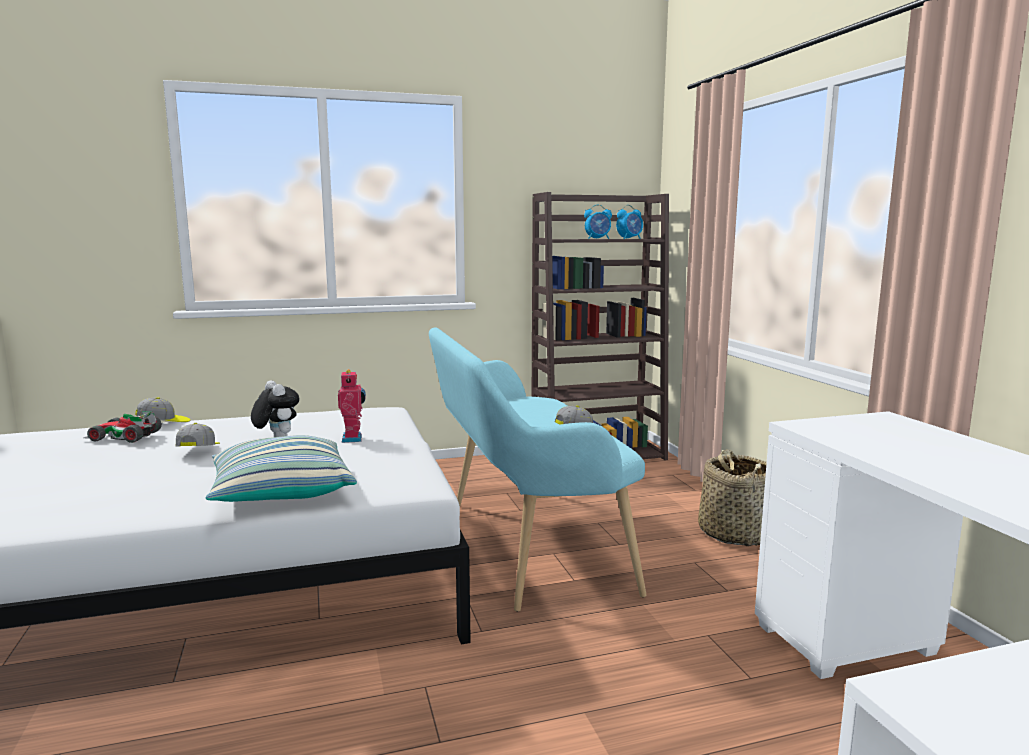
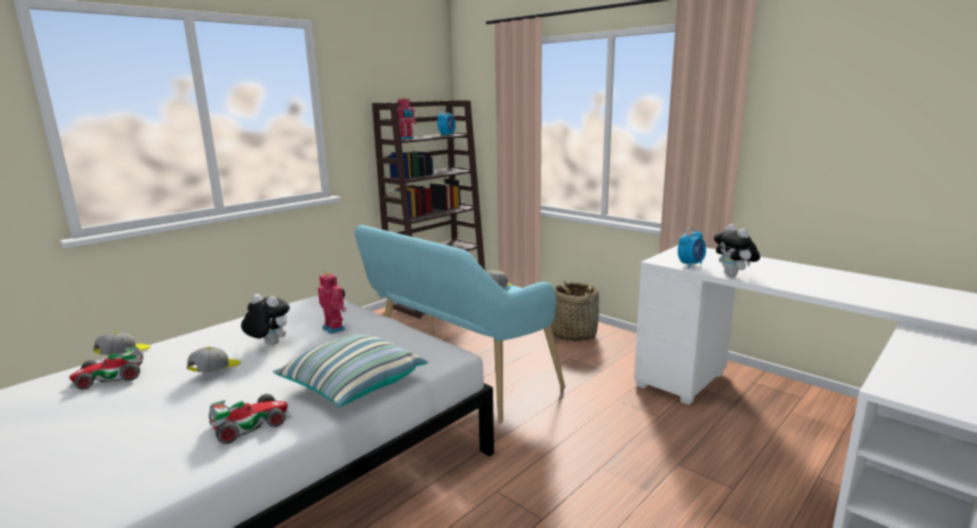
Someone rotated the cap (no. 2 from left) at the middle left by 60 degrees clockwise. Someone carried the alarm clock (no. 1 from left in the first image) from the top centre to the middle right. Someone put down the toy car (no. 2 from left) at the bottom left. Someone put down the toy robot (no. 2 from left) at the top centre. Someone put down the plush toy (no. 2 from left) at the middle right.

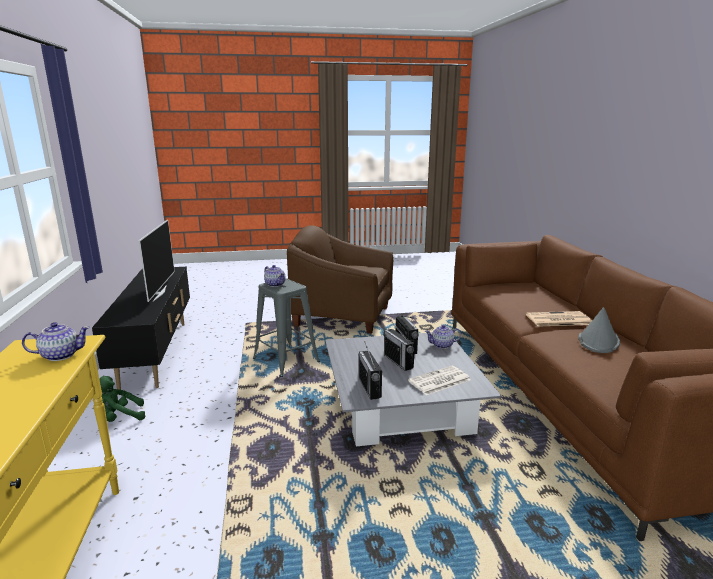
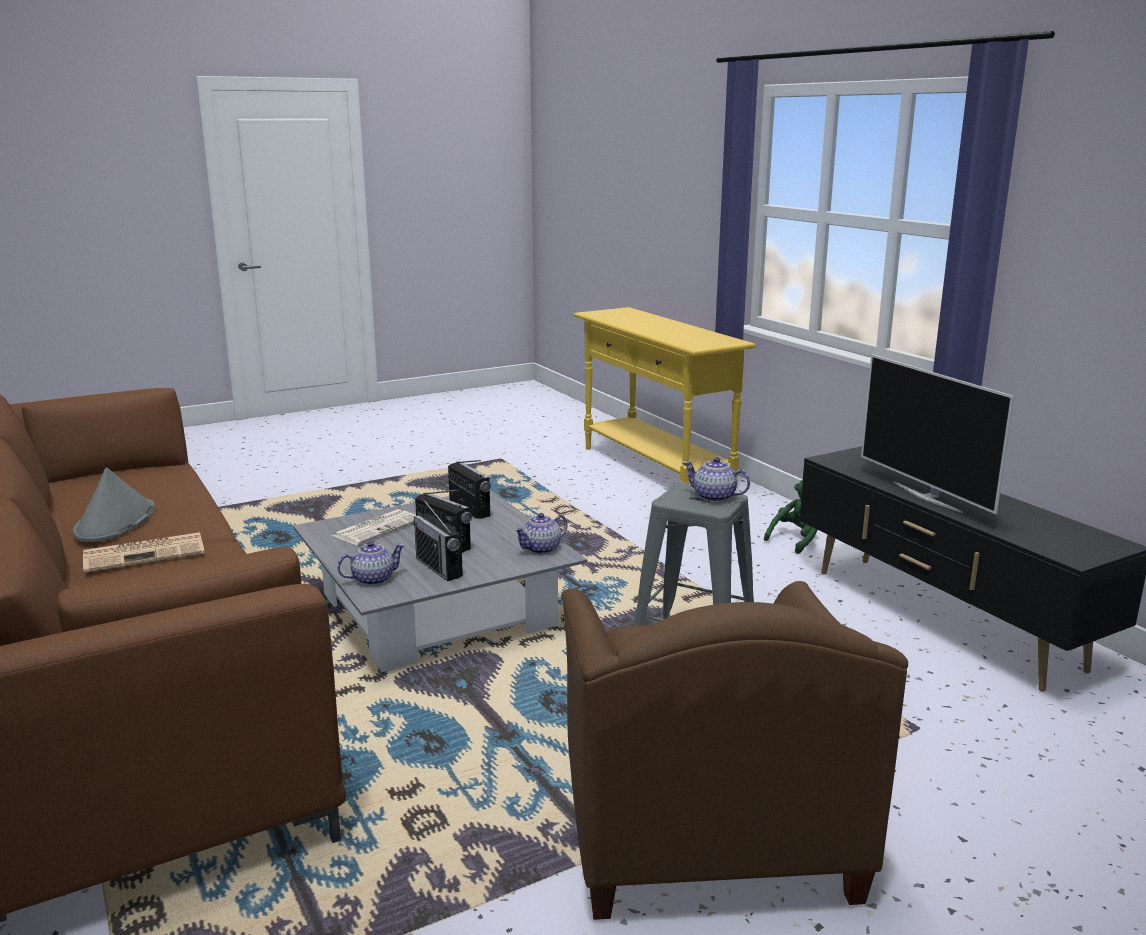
Someone carried the teapot (no. 1 from left in the first image) from the middle left to the centre. Someone rotated the brown armchair at the centre by 90 degrees clockwise.

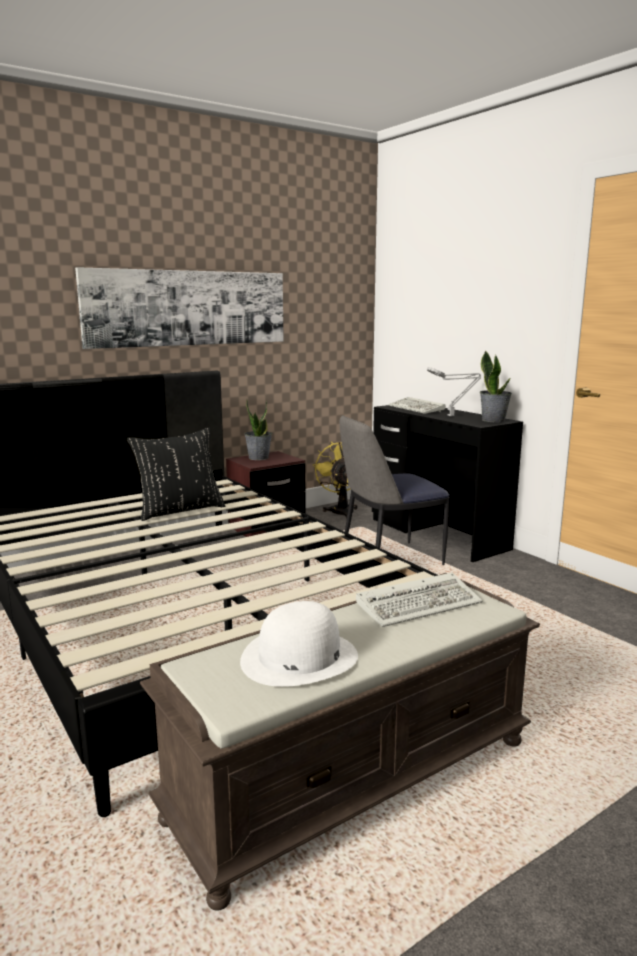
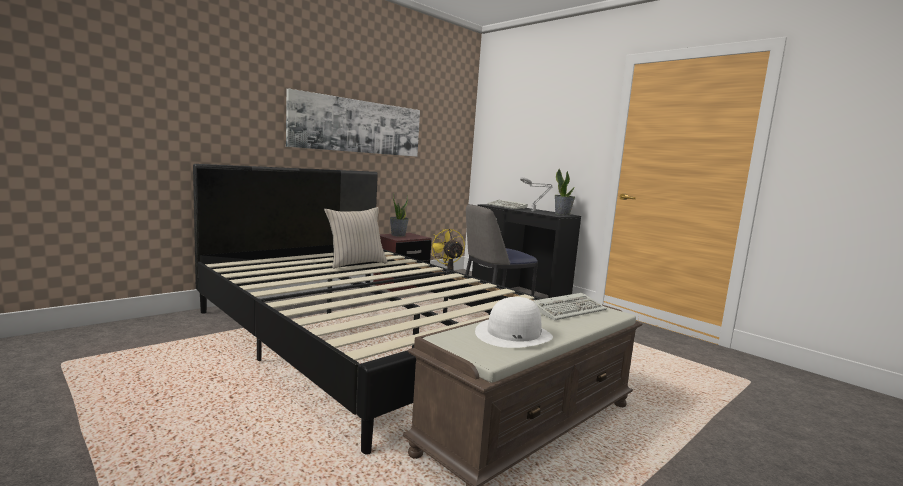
Someone repainted the black pillow at the middle left, which became the beige pillow at the centre.

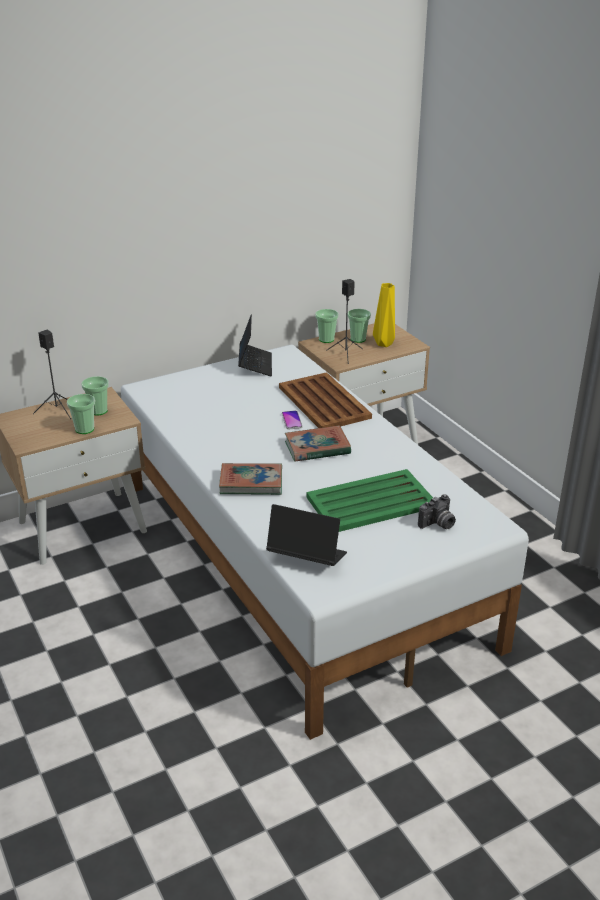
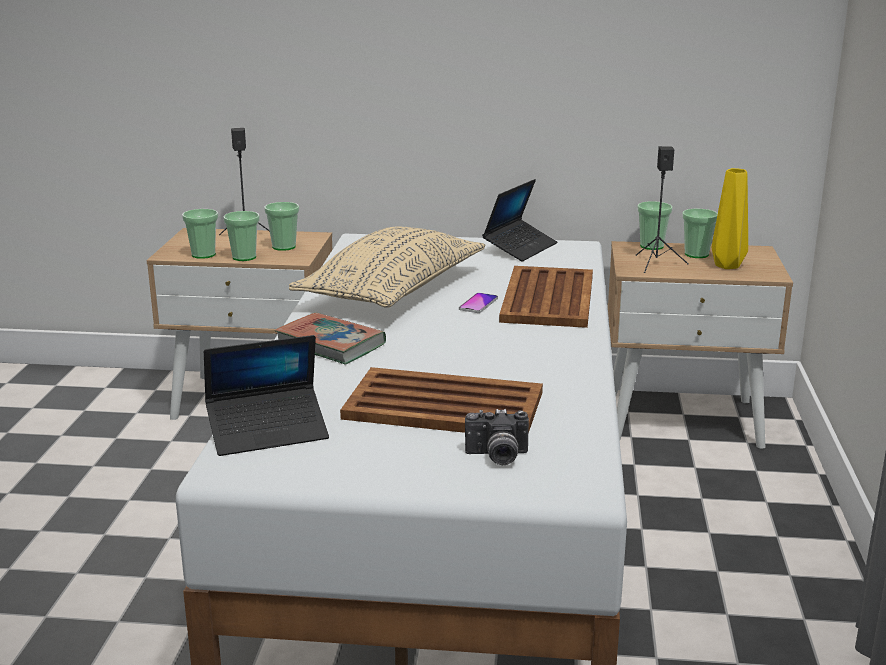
Someone rotated the laptop (no. 2 from left in the first image) at the centre by 105 degrees clockwise. Someone took away the book (no. 2 from left) at the centre. Someone repainted the green tray at the centre, which became the brown tray (no. 1 from left) at the centre. Someone put down the cup (no. 1 from left) at the middle left. Someone put down the beige pillow at the centre.

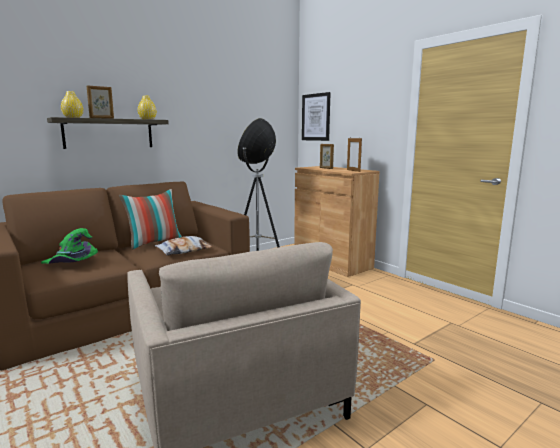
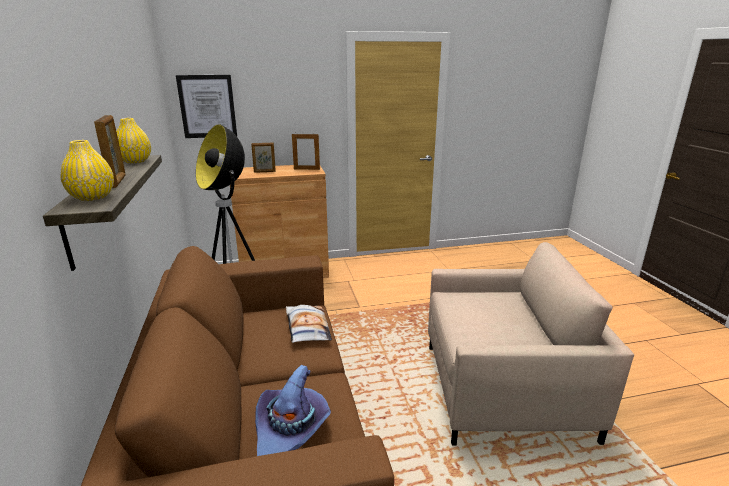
Someone repainted the green hat at the middle left, which became the purple hat at the bottom centre. Someone took away the pillow (no. 1 from left) at the middle left.

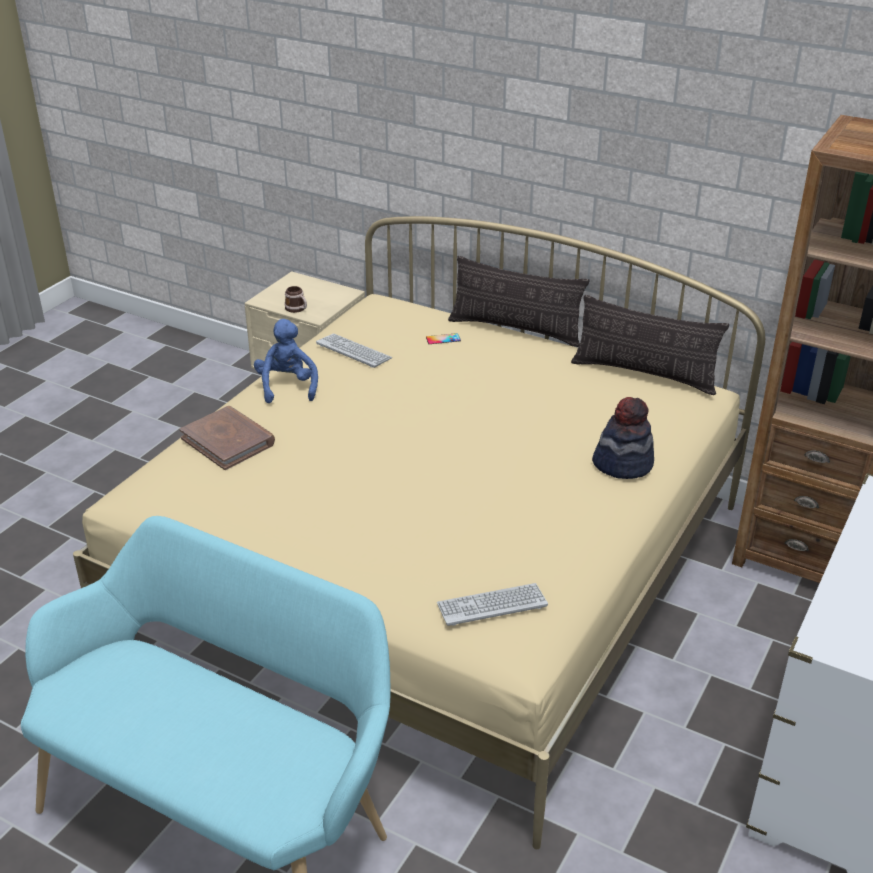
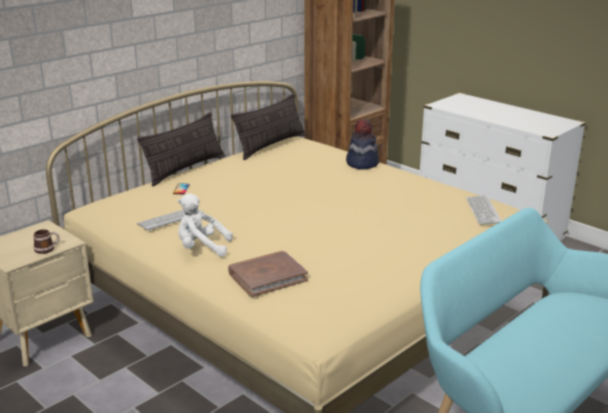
Someone repainted the blue plush toy at the middle left, which became the white plush toy at the centre.

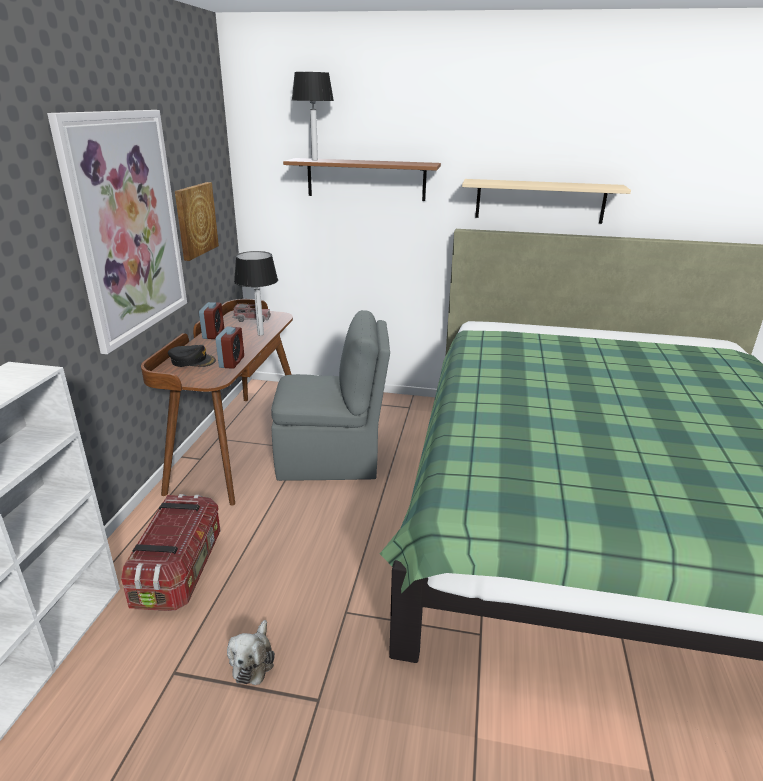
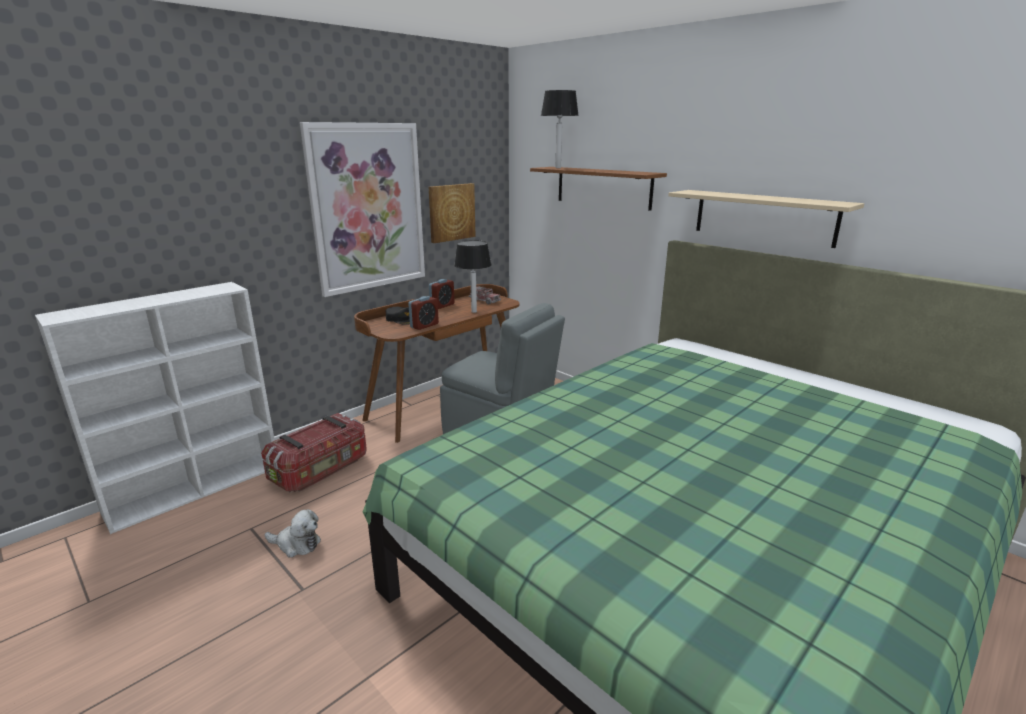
Someone rotated the plush toy at the bottom left by 120 degrees counterclockwise.

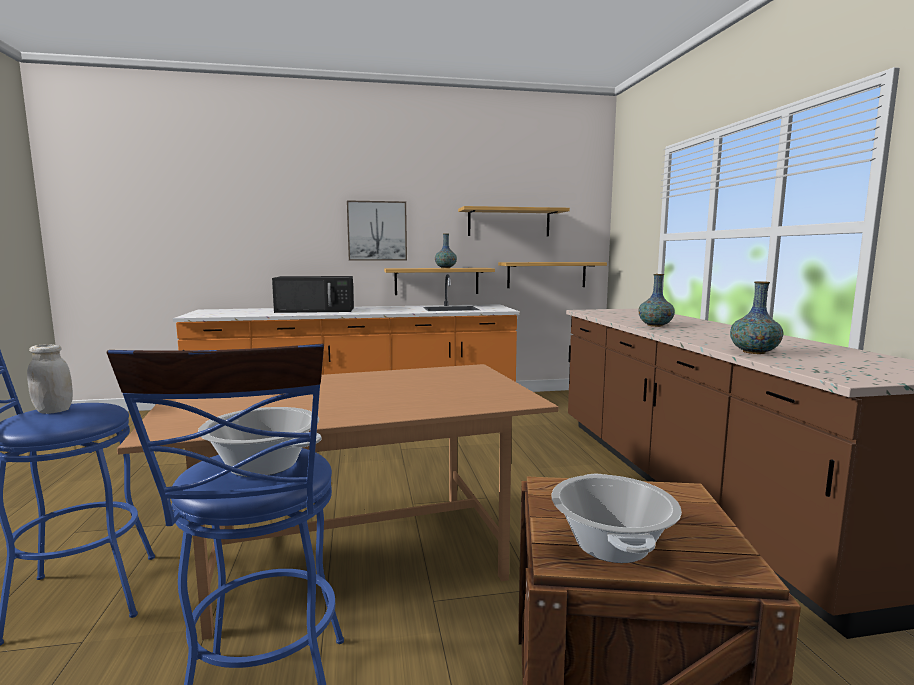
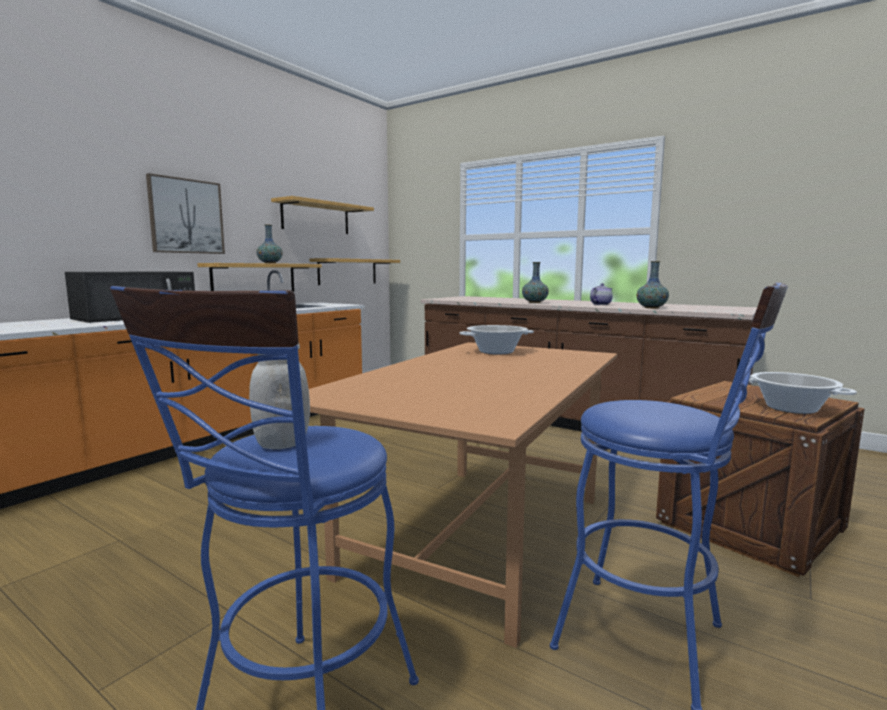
Someone carried the cooking pot (no. 1 from left) from the middle left to the centre. Someone put down the teapot at the middle right.

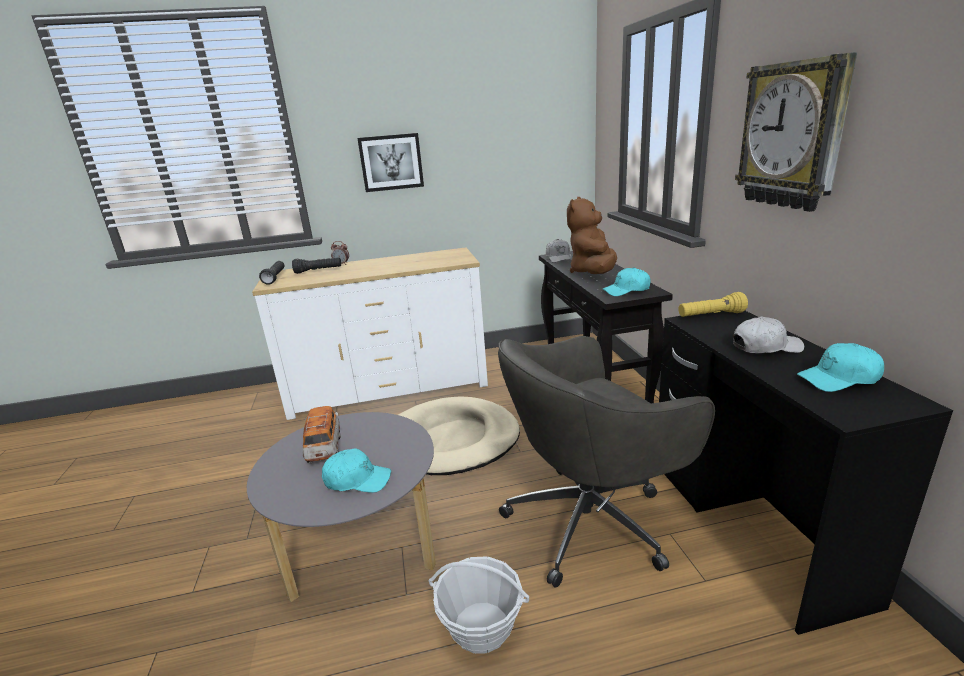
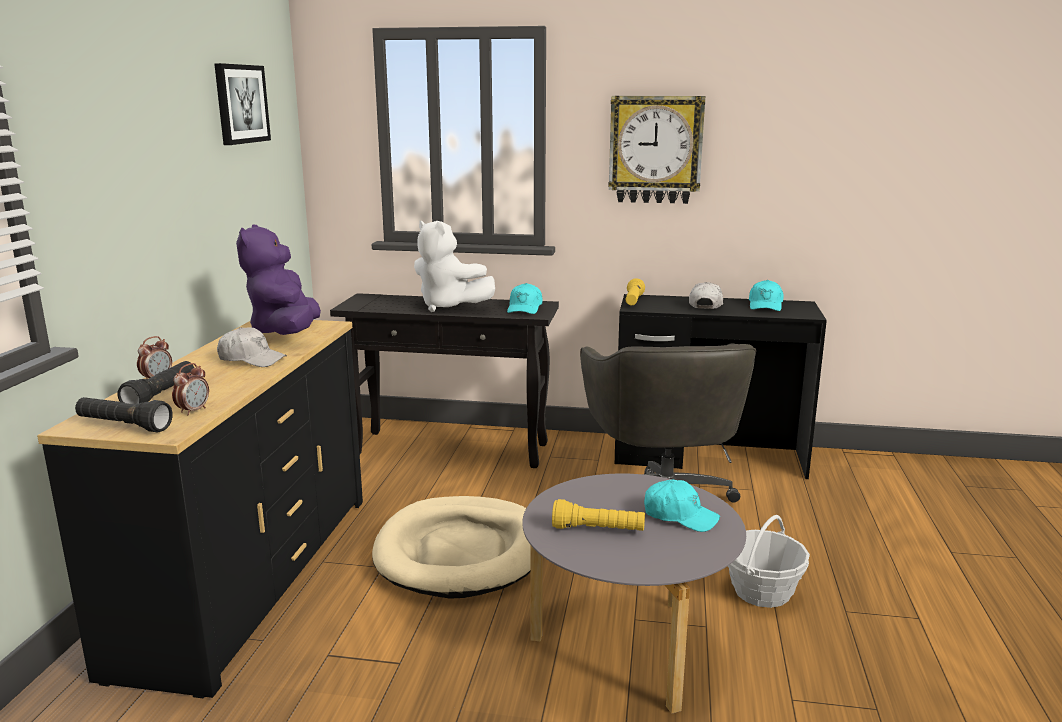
Someone repainted the white dresser at the centre, which became the black dresser at the bottom left. Someone swapped the toy car at the middle left for the yellow flashlight (no. 1 from left) at the bottom centre. Someone rotated the turquoise cap (no. 1 from left in the first image) at the bottom centre by 90 degrees clockwise. Someone carried the picture from the top centre to the top left. Someone carried the white cap (no. 1 from left) from the centre to the middle left. Someone repainted the brown plush toy at the centre, which became the white plush toy at the centre. Someone put down the alarm clock (no. 2 from left) at the middle left. Someone put down the purple plush toy at the middle left.

